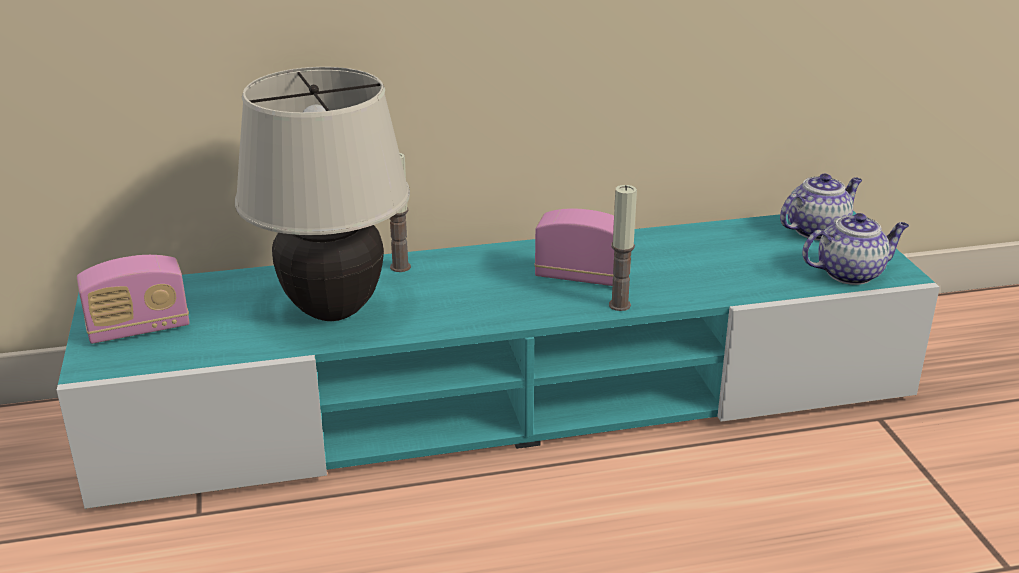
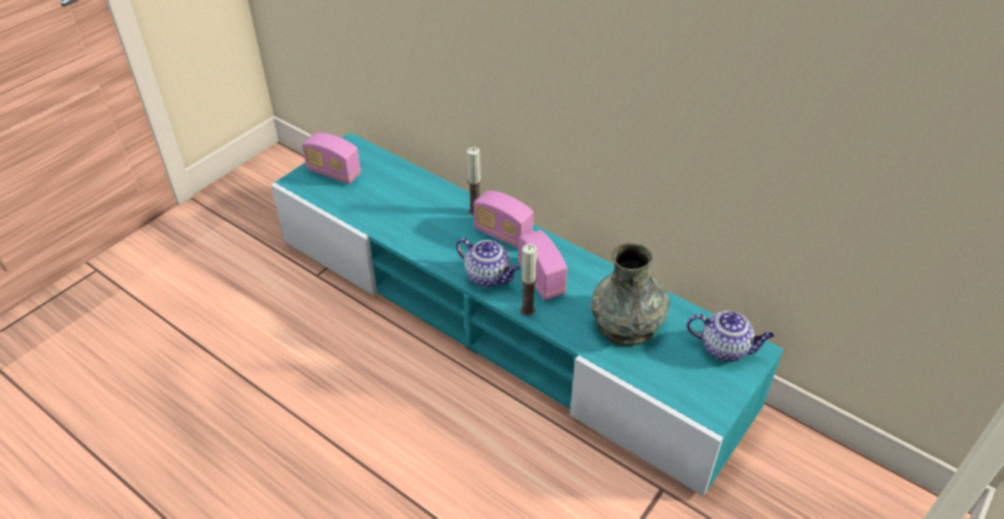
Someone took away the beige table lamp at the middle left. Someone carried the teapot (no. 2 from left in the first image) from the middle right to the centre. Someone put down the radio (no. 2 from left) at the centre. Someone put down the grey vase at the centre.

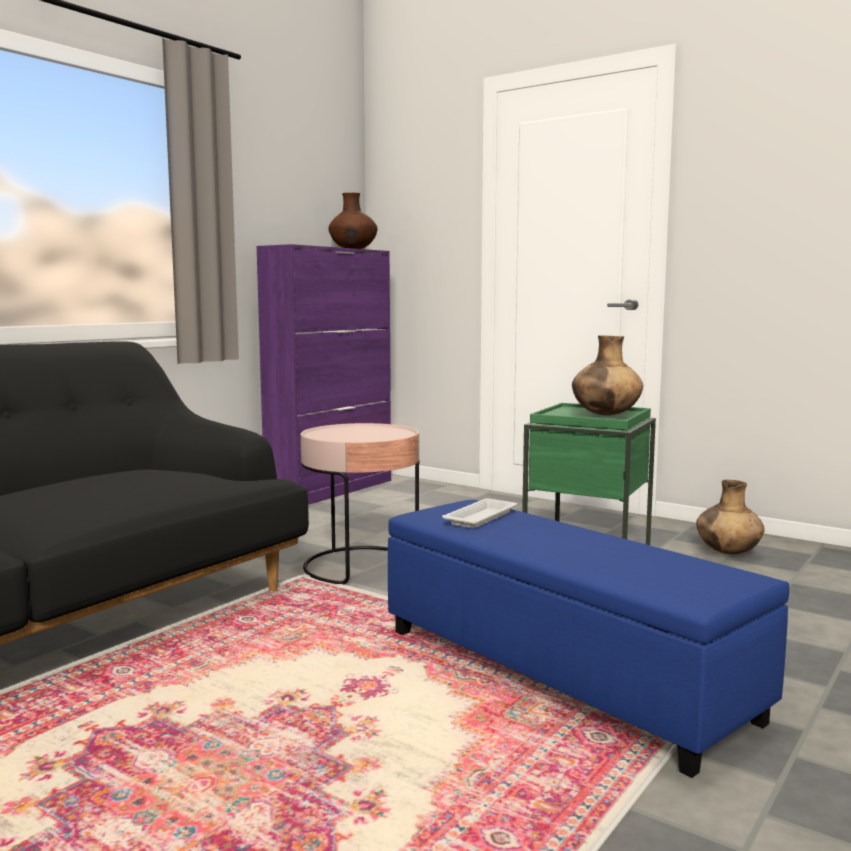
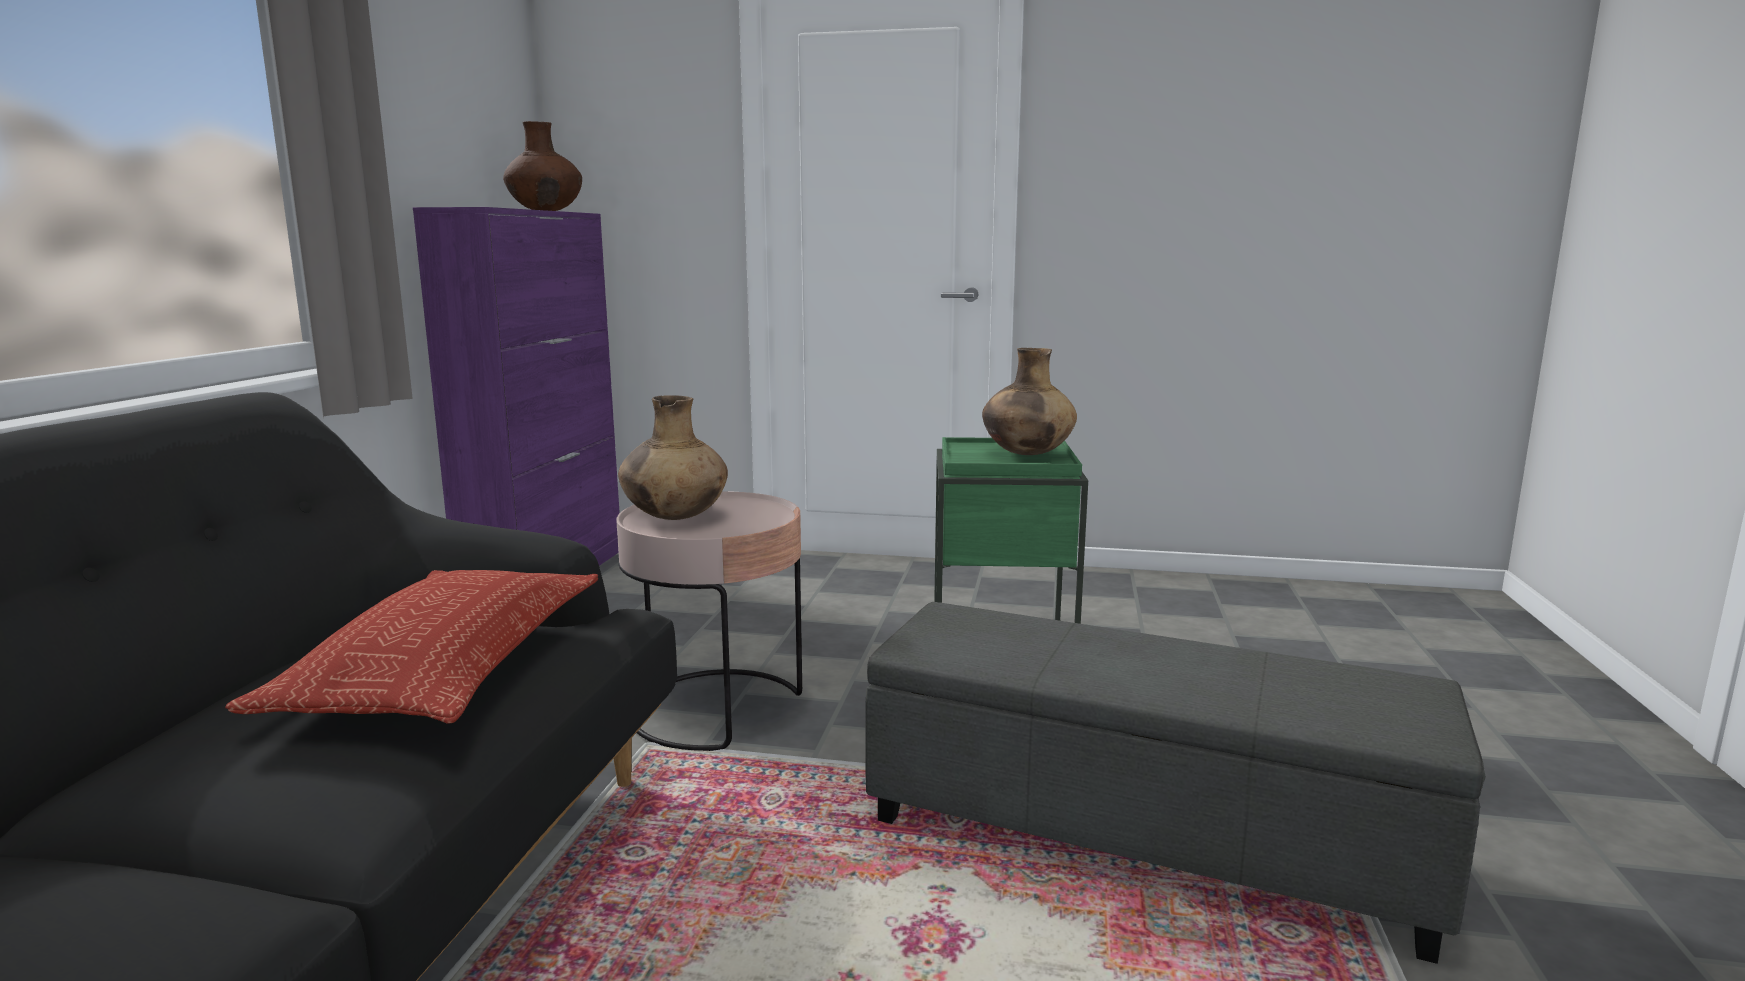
Someone repainted the blue ottoman at the bottom right, which became the grey ottoman at the bottom right. Someone took away the white tray at the centre. Someone carried the brown vase (no. 3 from left in the first image) from the middle right to the centre. Someone put down the pillow at the middle left.

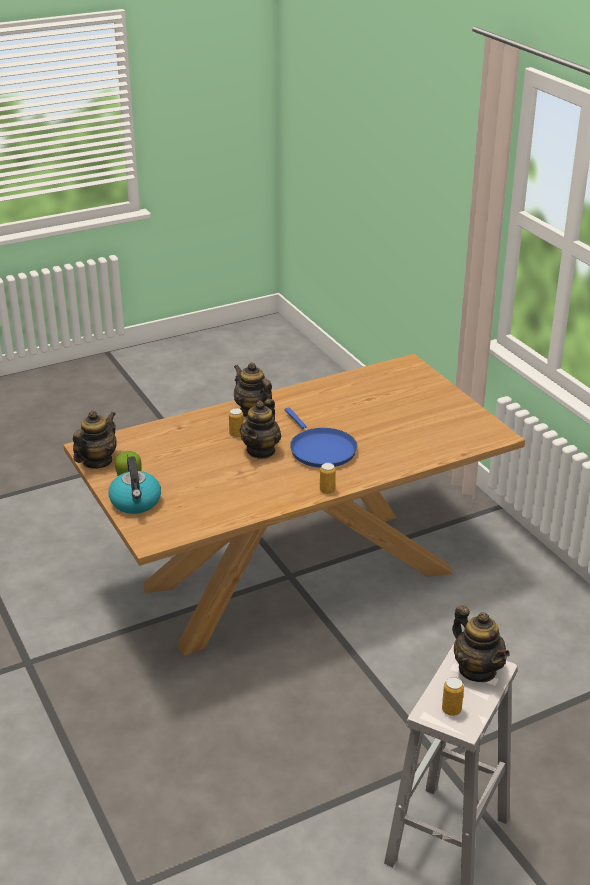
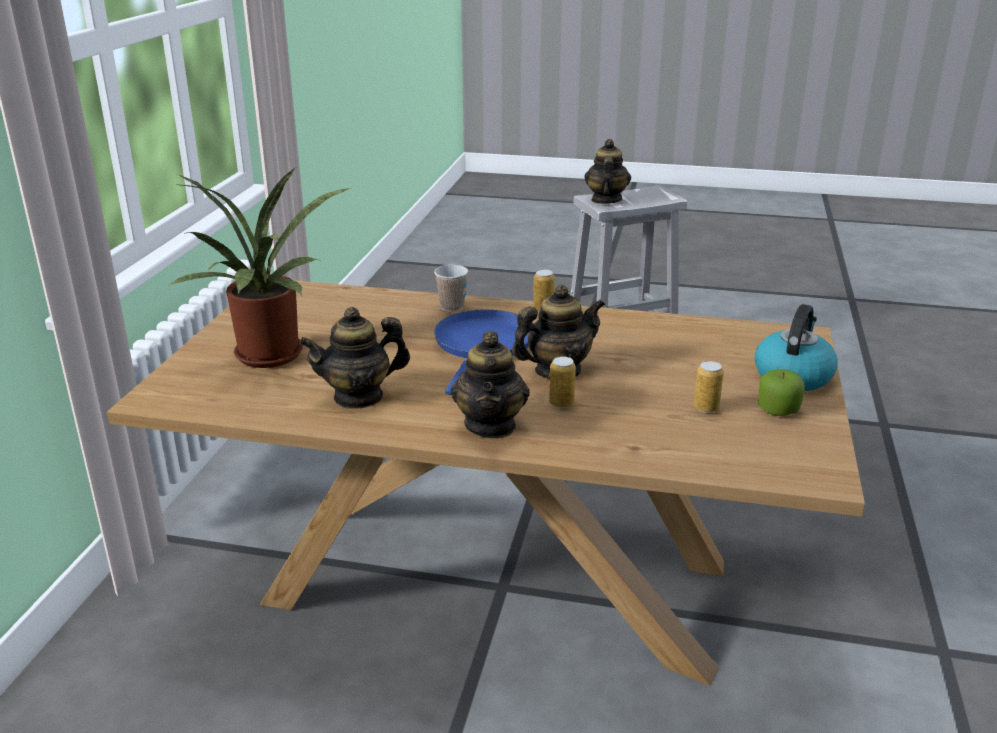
Someone carried the teapot (no. 1 from left) from the middle left to the centre. Someone carried the can (no. 3 from left) from the bottom right to the middle right. Someone put down the potted plant at the middle left. Someone put down the cup at the centre.

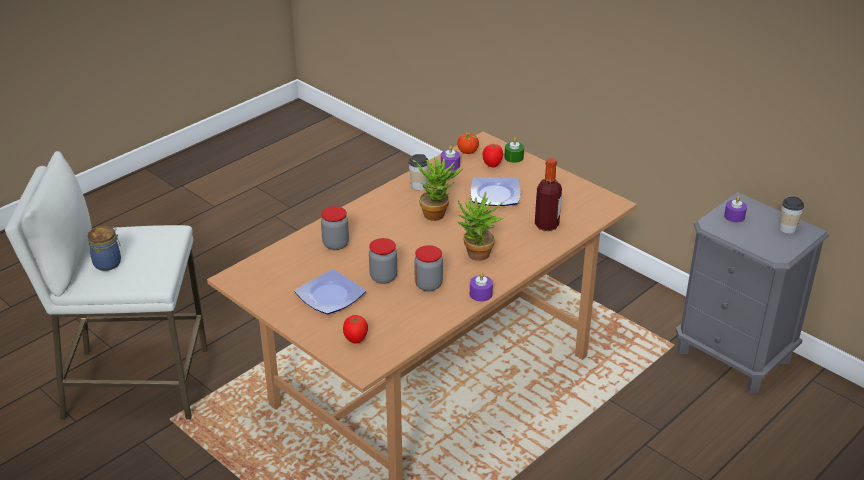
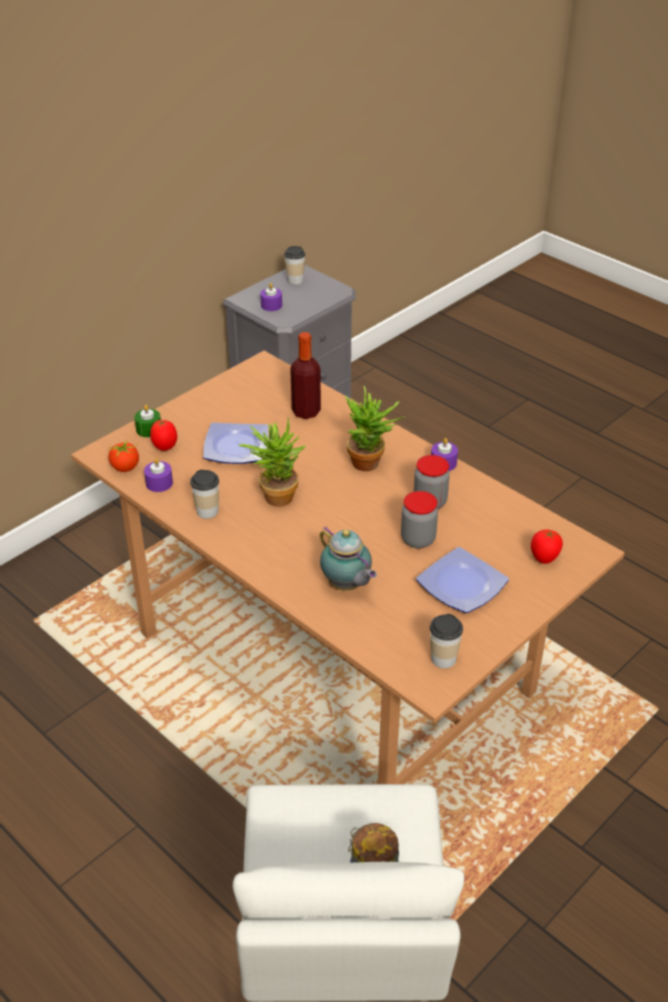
Someone swapped the jar (no. 2 from left) at the centre for the teapot at the centre. Someone put down the cup (no. 3 from left) at the middle right.

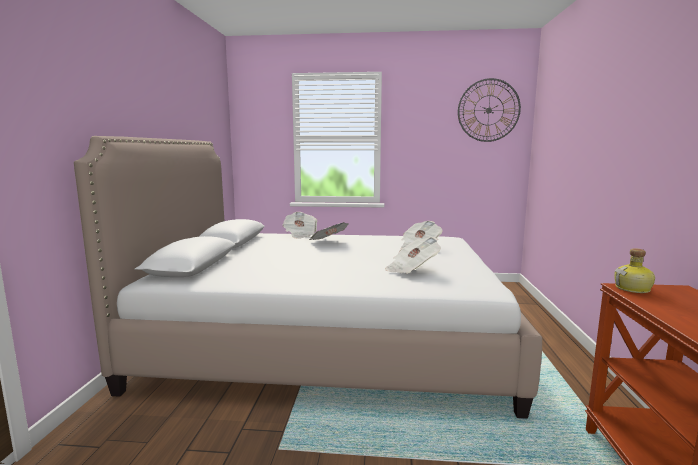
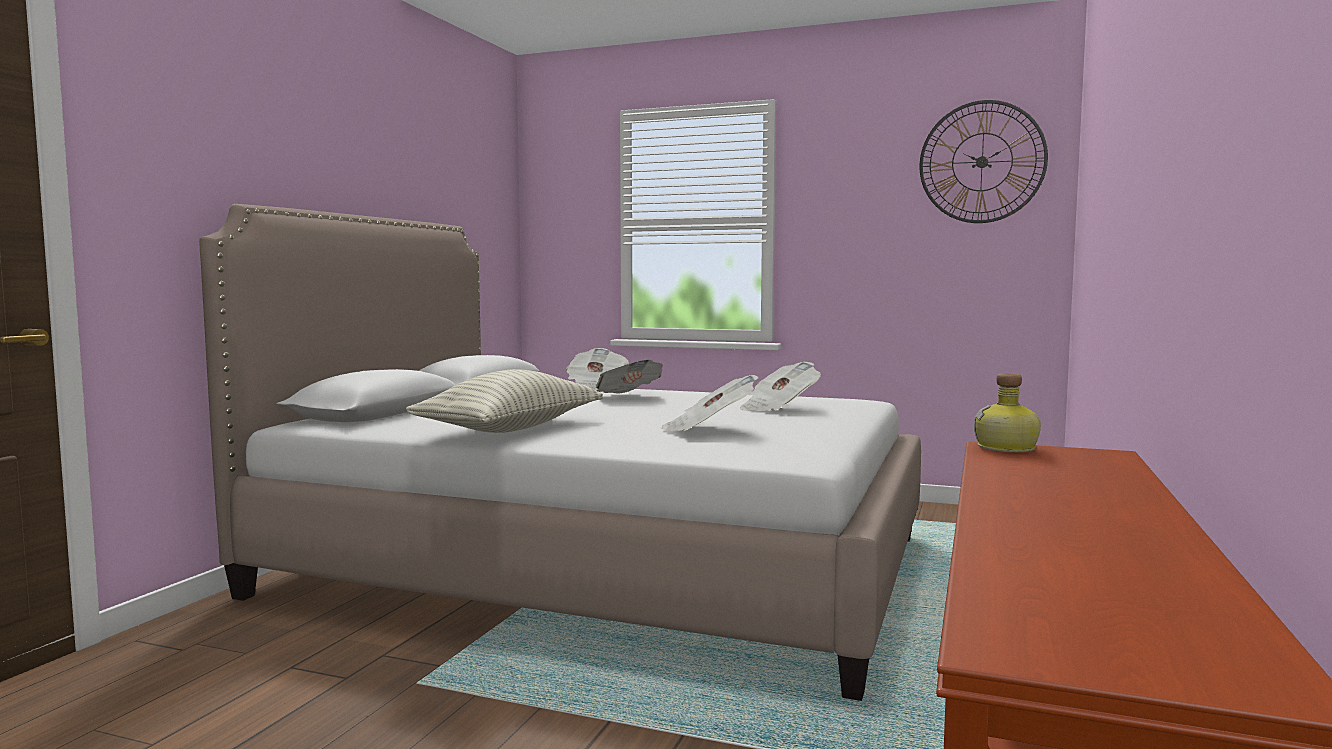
Someone put down the pillow at the centre.

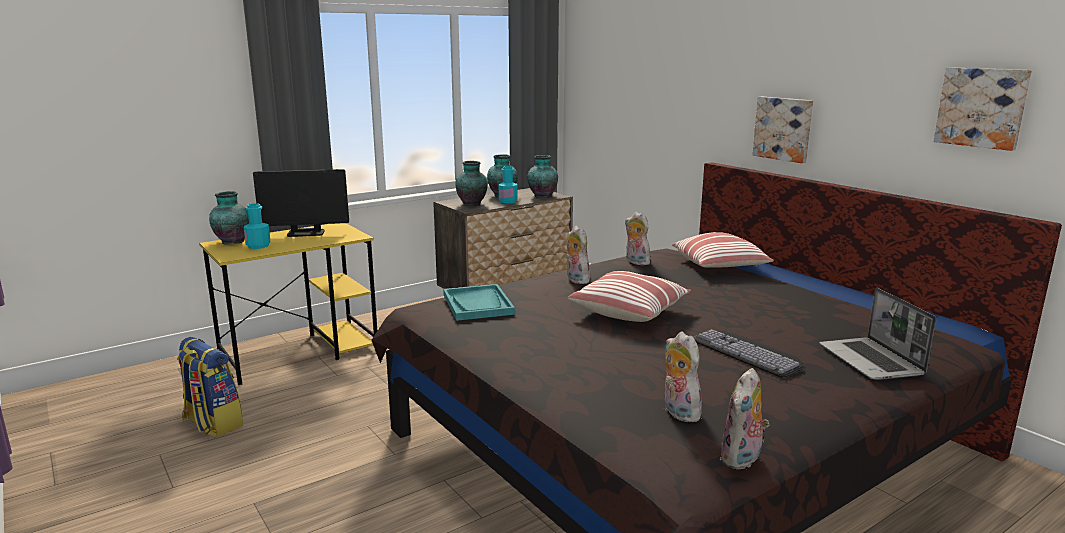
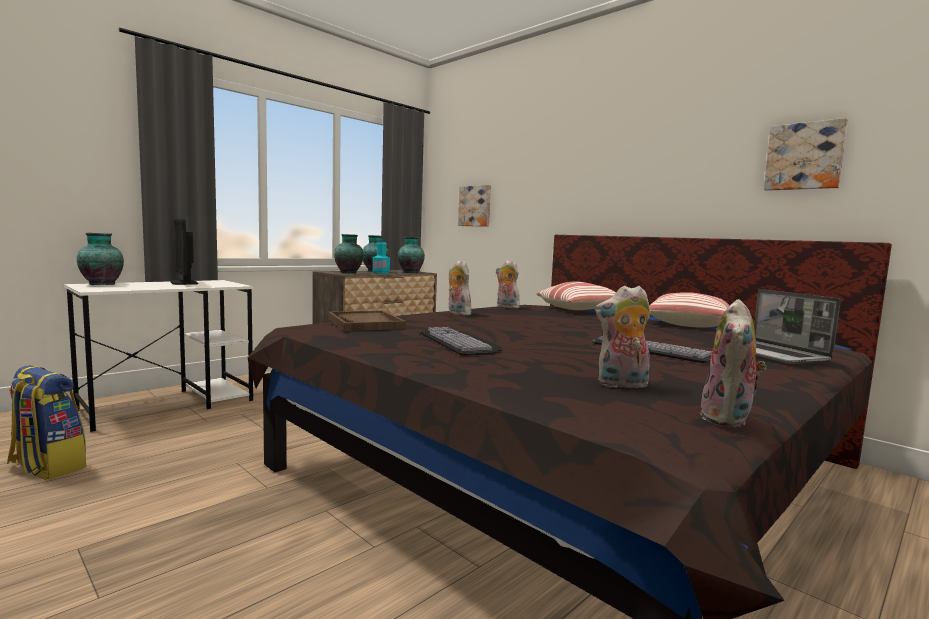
Someone repainted the yellow desk at the middle left, which became the white desk at the middle left. Someone took away the turquoise bottle (no. 1 from left) at the middle left. Someone rotated the monitor at the middle left by 75 degrees clockwise. Someone repainted the turquoise tray at the centre, which became the brown tray at the centre. Someone carried the pillow (no. 1 from left in the first image) from the centre to the middle right. Someone rotated the plush toy (no. 3 from left) at the bottom centre by 60 degrees counterclockwise. Someone carried the picture (no. 1 from left) from the top right to the top centre. Someone put down the keyboard (no. 1 from left) at the centre.

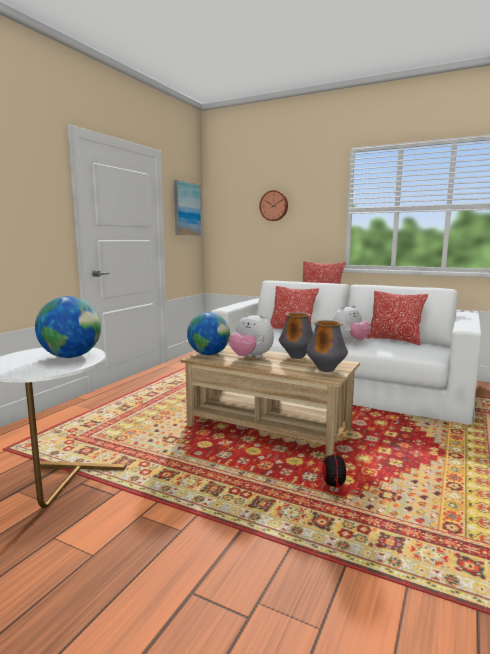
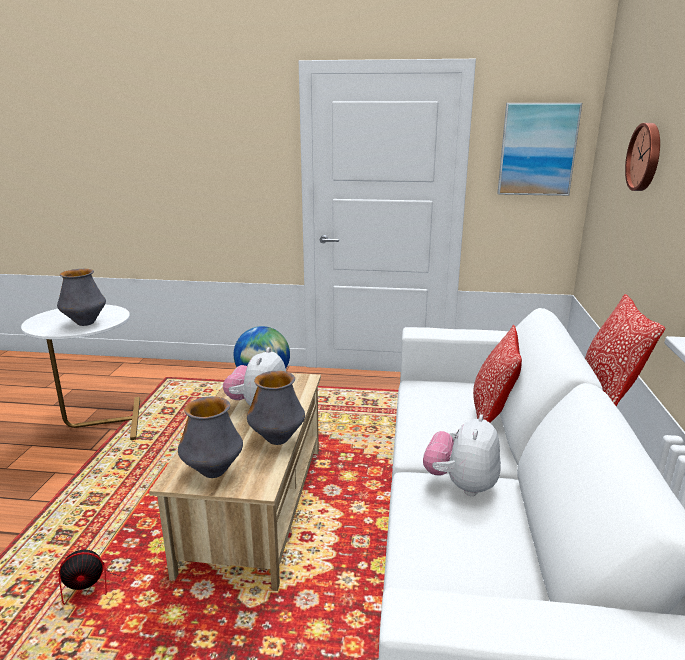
Someone swapped the globe (no. 1 from left) at the middle left for the vase (no. 1 from left) at the middle left. Someone rotated the plush toy (no. 2 from left) at the middle right by 75 degrees clockwise. Someone took away the pillow (no. 3 from left) at the middle right.

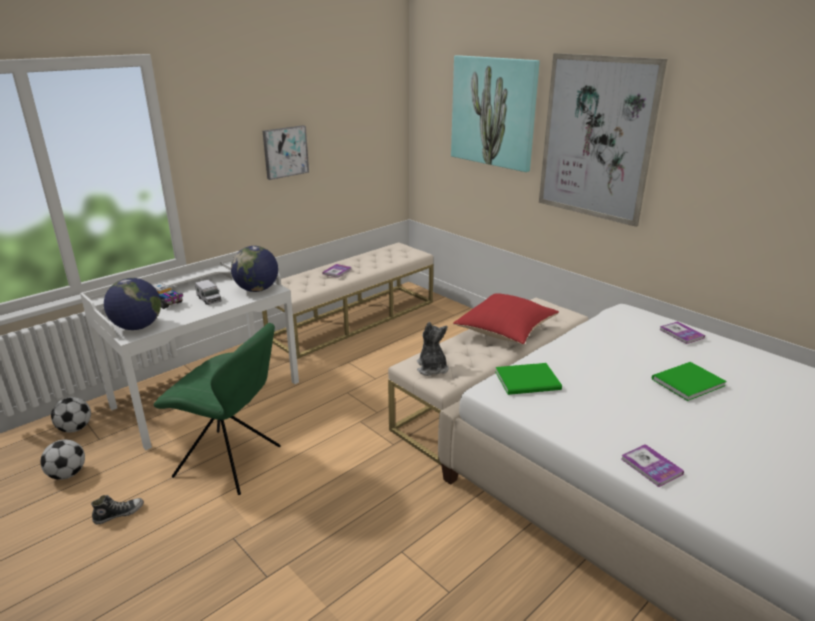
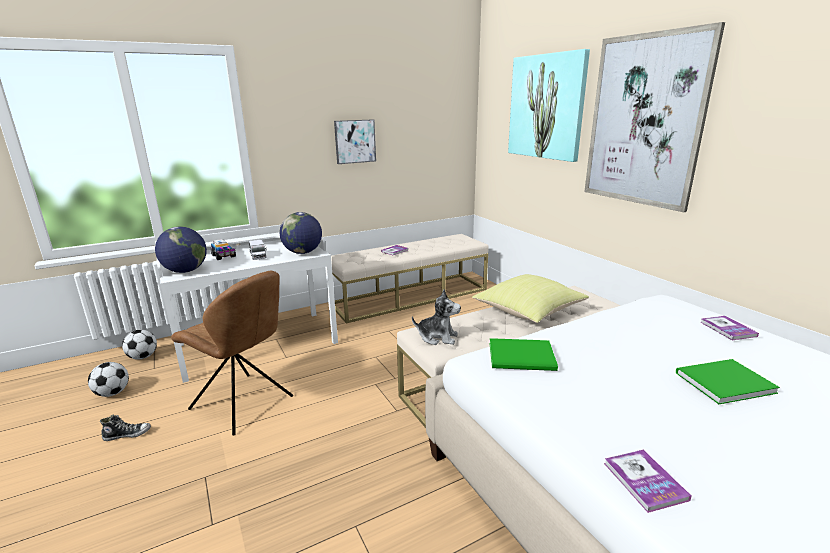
Someone repainted the green chair at the middle left, which became the brown chair at the middle left. Someone rotated the plush toy at the centre by 105 degrees clockwise. Someone repainted the red pillow at the centre, which became the yellow pillow at the centre.

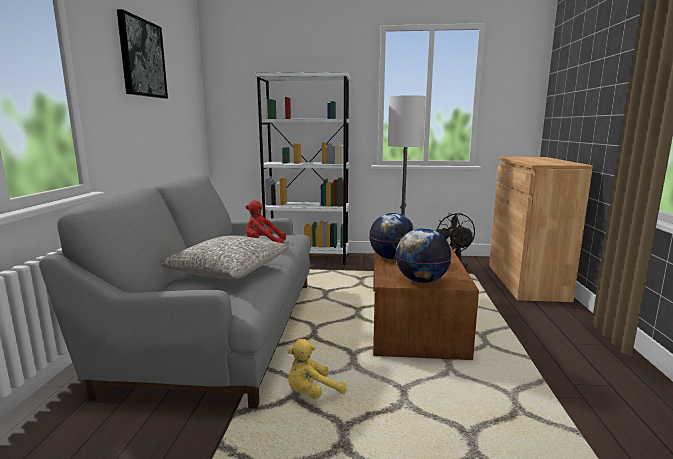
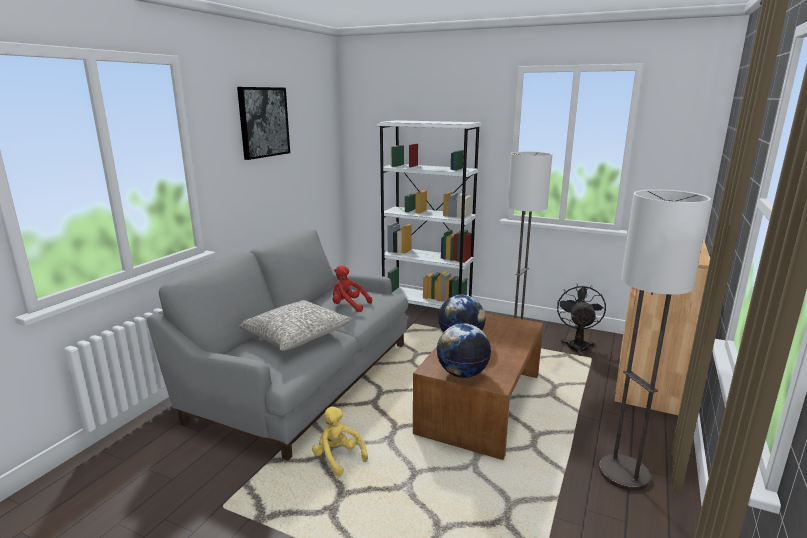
Someone rotated the yellow plush toy at the bottom centre by 60 degrees clockwise. Someone put down the floor lamp (no. 2 from left) at the middle right.

